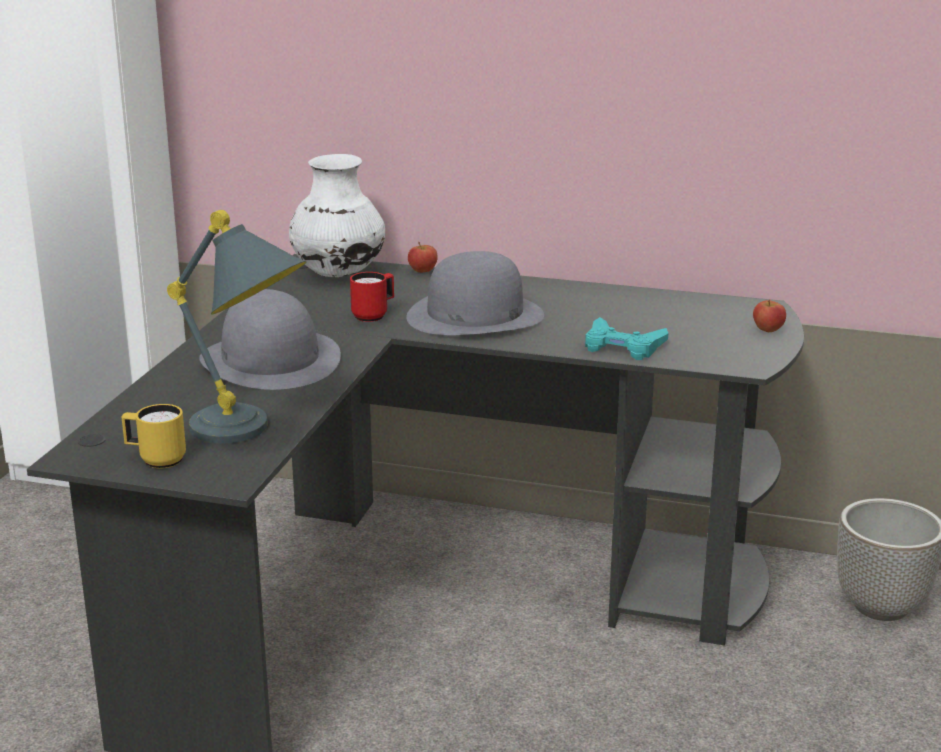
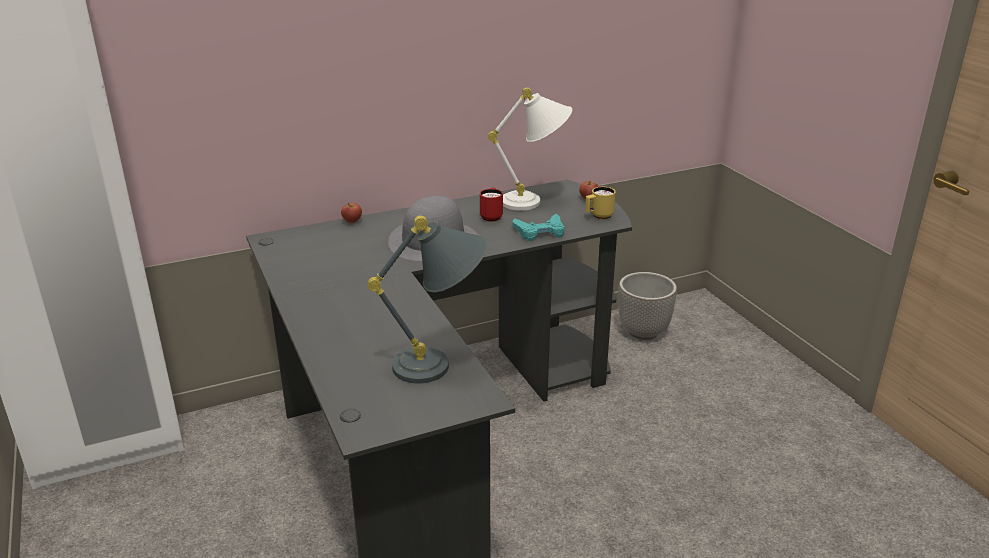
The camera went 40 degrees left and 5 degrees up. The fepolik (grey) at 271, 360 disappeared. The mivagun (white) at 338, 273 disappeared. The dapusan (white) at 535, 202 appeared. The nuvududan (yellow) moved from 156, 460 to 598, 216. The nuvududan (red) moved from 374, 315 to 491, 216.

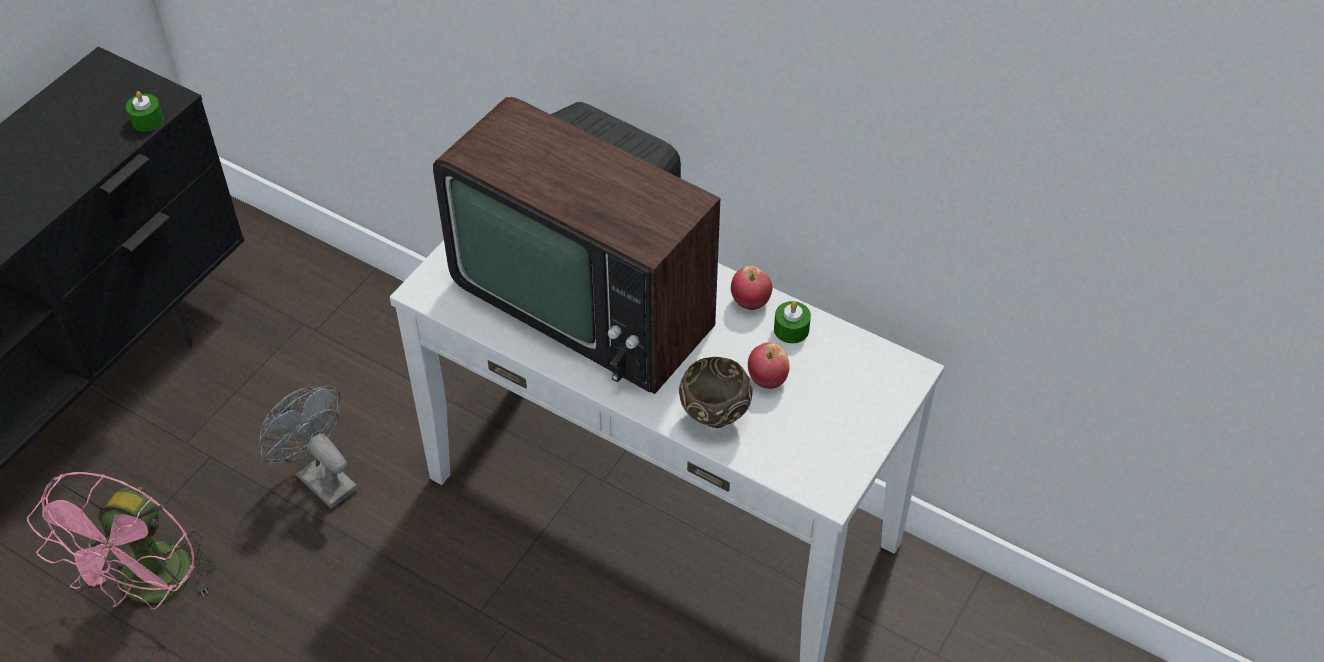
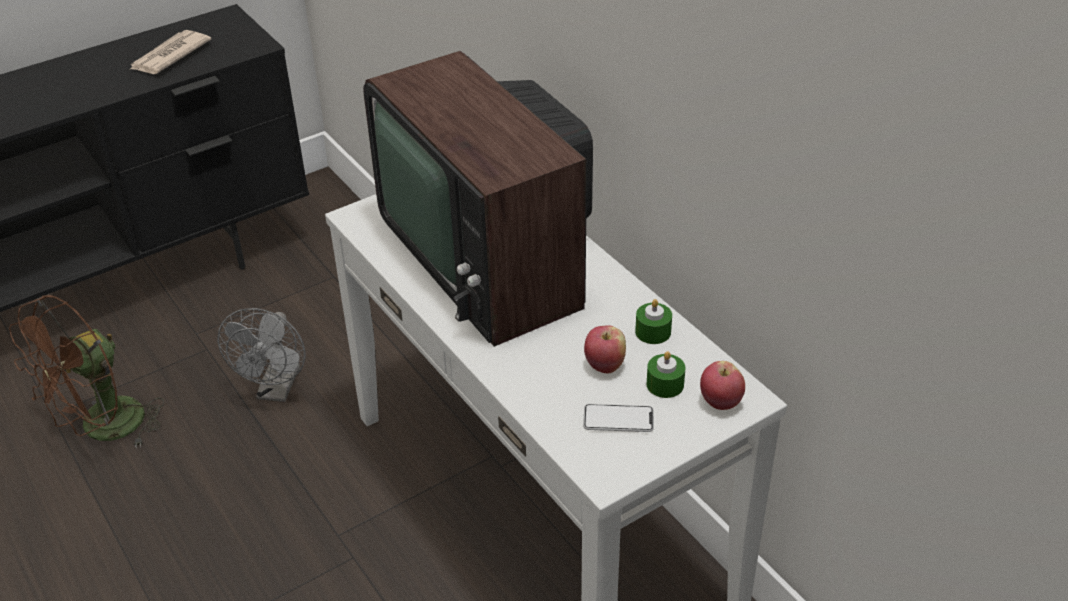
The camera went 25 degrees right and 10 degrees down. The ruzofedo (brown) at 713, 418 disappeared. The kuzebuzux at 169, 56 appeared. The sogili at 618, 419 appeared. The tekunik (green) moved from 147, 120 to 665, 384. The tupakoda moved from 750, 302 to 720, 402. The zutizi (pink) at 151, 589 became the zutizi (brown) at 103, 430. The zutizi (grey) at 319, 477 turned 150 degrees counterclockwise.

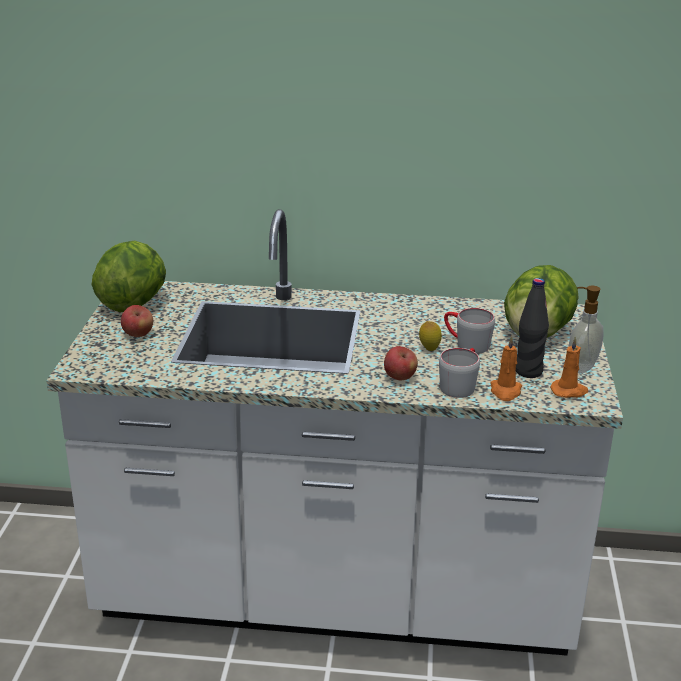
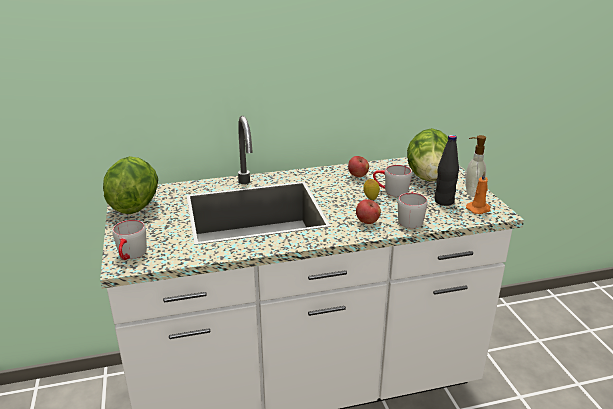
The camera went 20 degrees left and 0 degrees up. The tekunik (orange) at 505, 391 disappeared. The nuvududan (grey) at 131, 256 appeared. The tupakoda moved from 138, 335 to 358, 176.

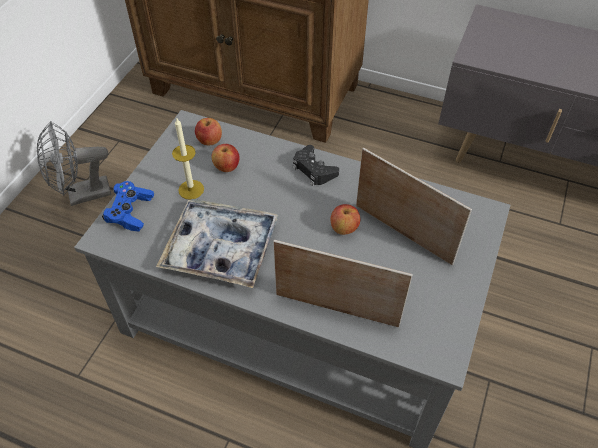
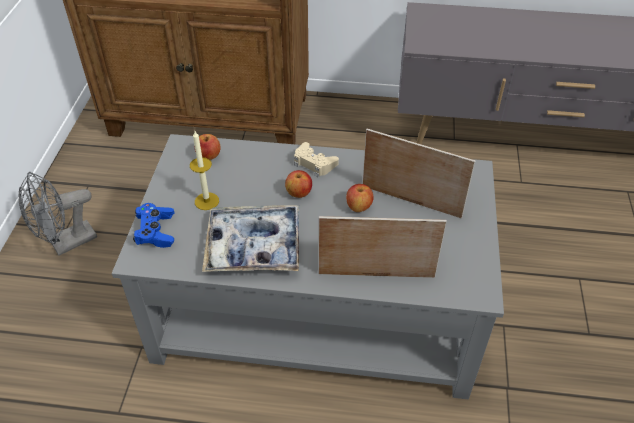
The camera went 15 degrees left and 5 degrees down. The tupakoda moved from 226, 167 to 299, 193. The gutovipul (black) at 313, 170 became the gutovipul (beige) at 314, 163.

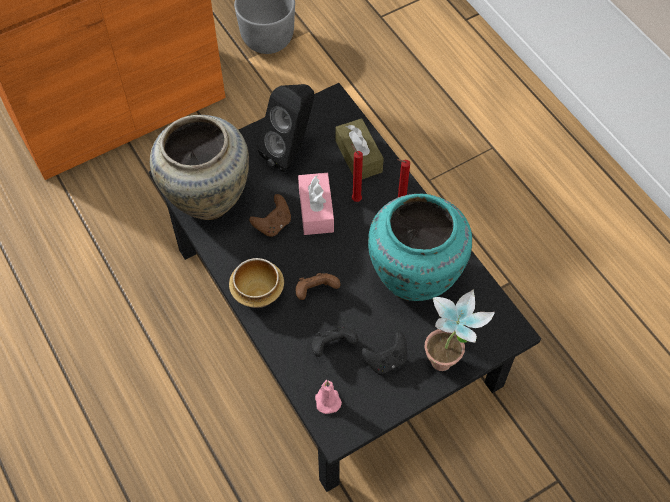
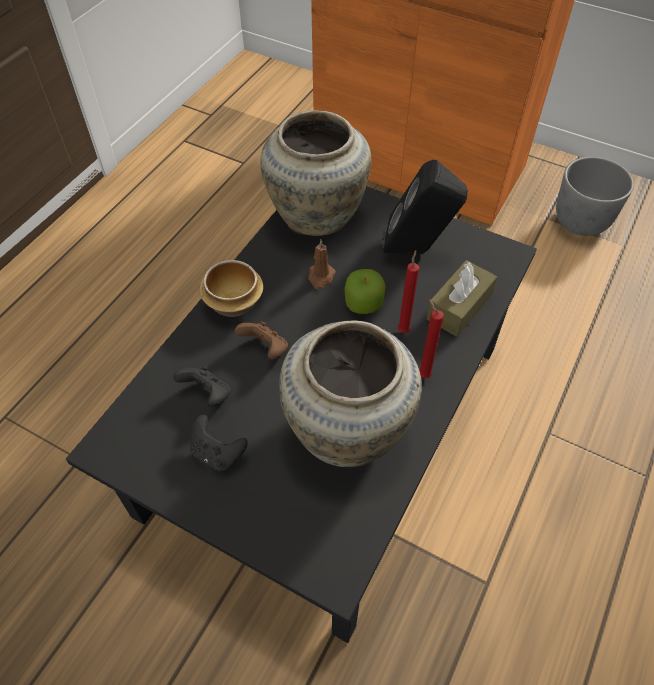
The camera went 60 degrees right and 5 degrees down. The tekunik (pink) at 327, 399 disappeared. The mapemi at 448, 357 disappeared. The gutovipul (brown) at 273, 224 was replaced by the tekunik (brown) at 321, 277. The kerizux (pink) at 316, 210 was replaced by the tupakoda at 363, 303. The mivagun (turquoise) at 415, 273 became the mivagun (beige) at 349, 430.

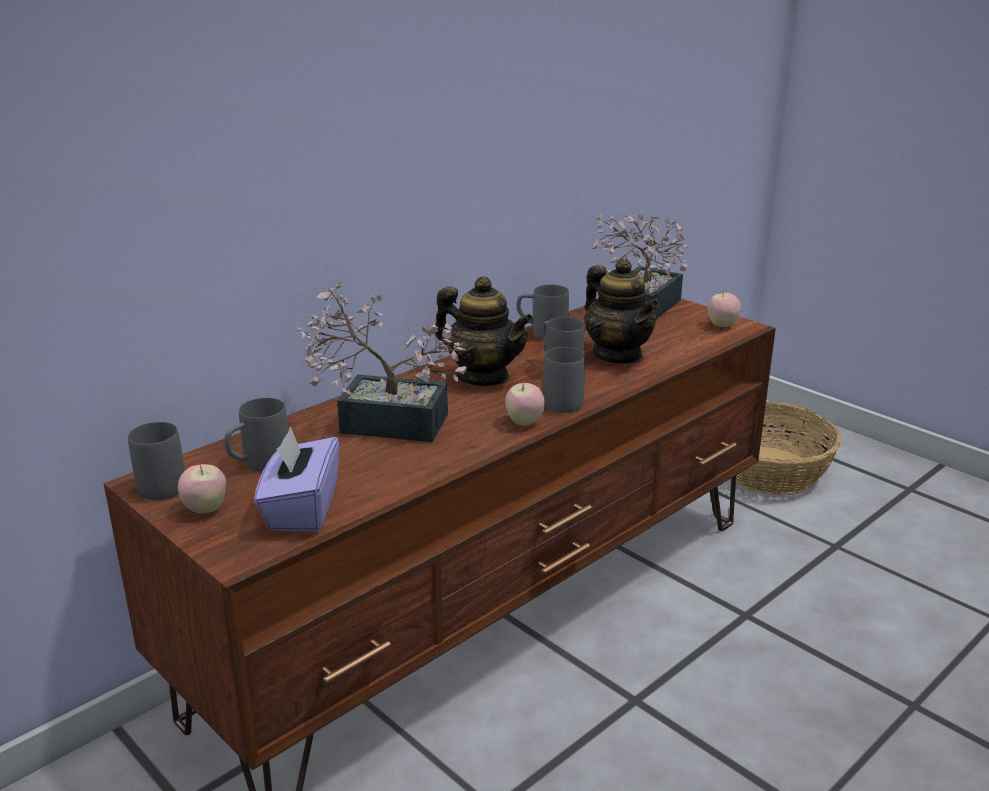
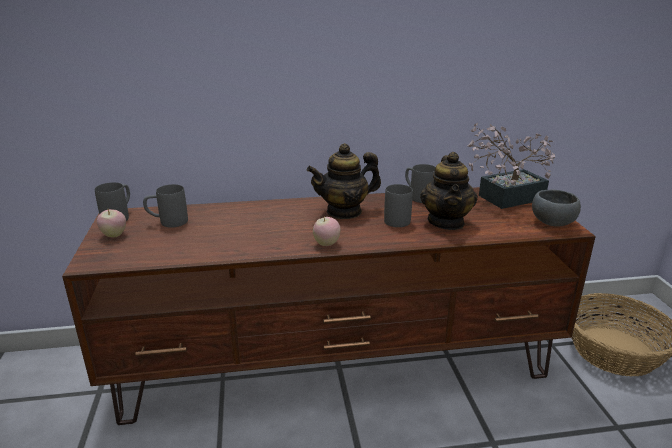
The camera went 35 degrees right and 0 degrees up. The kerizux (purple) at 301, 509 disappeared. The mapemi at 382, 421 disappeared. The nuvududan (grey) at 564, 399 disappeared. The tupakoda at 722, 325 was replaced by the ruzofedo (grey) at 552, 223. The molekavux at 483, 377 turned 90 degrees clockwise.

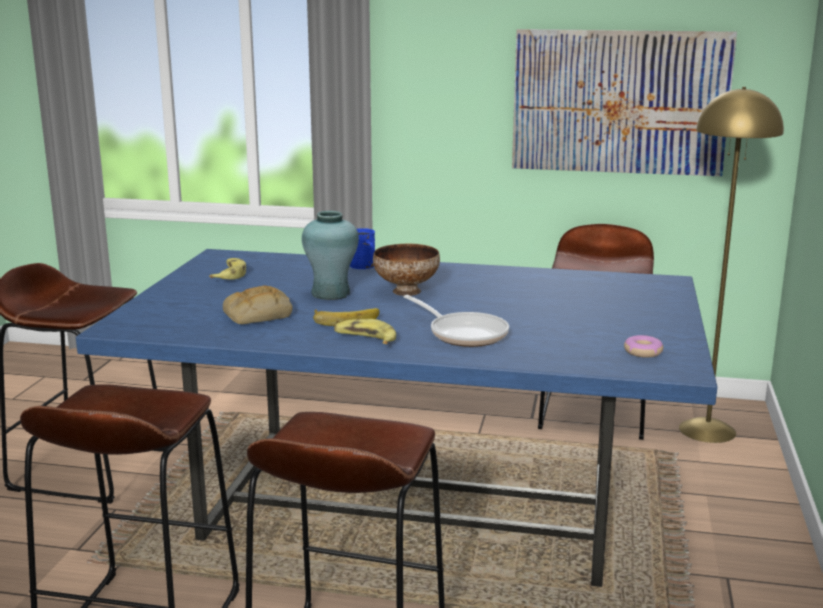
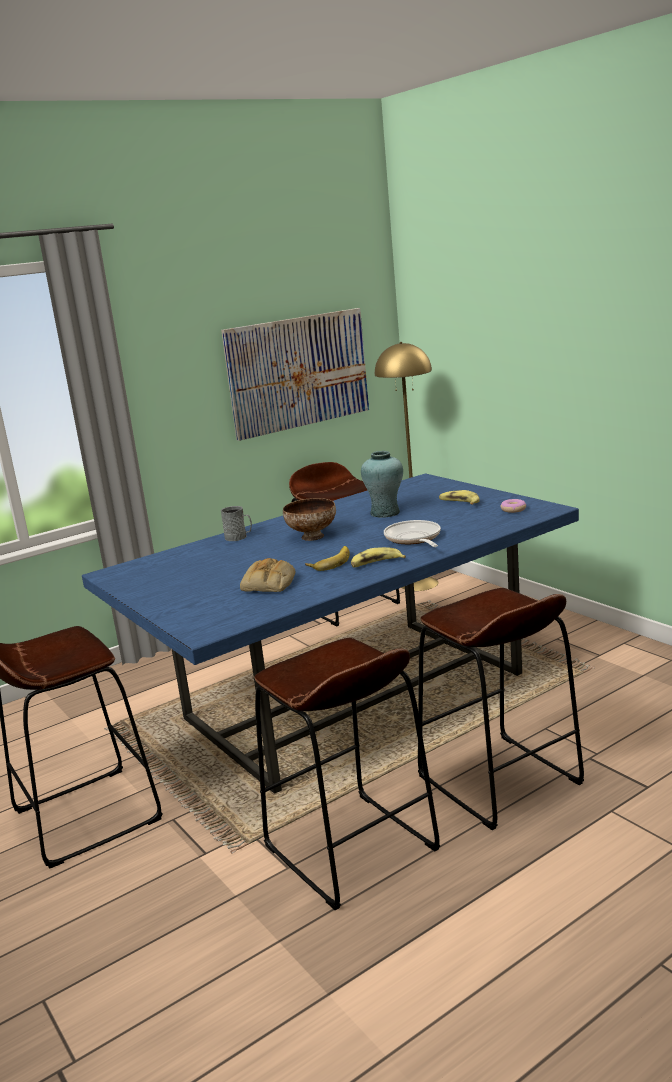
The camera went 45 degrees left and 0 degrees up. The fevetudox moved from 229, 275 to 459, 503. The mivagun (turquoise) moved from 331, 293 to 385, 513. The nuvududan (blue) at 364, 266 became the nuvududan (grey) at 239, 537. The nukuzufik at 464, 333 turned 105 degrees counterclockwise.

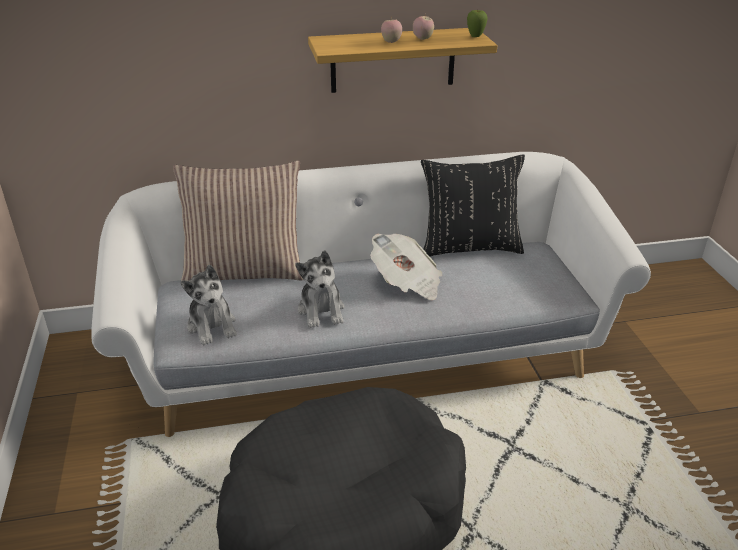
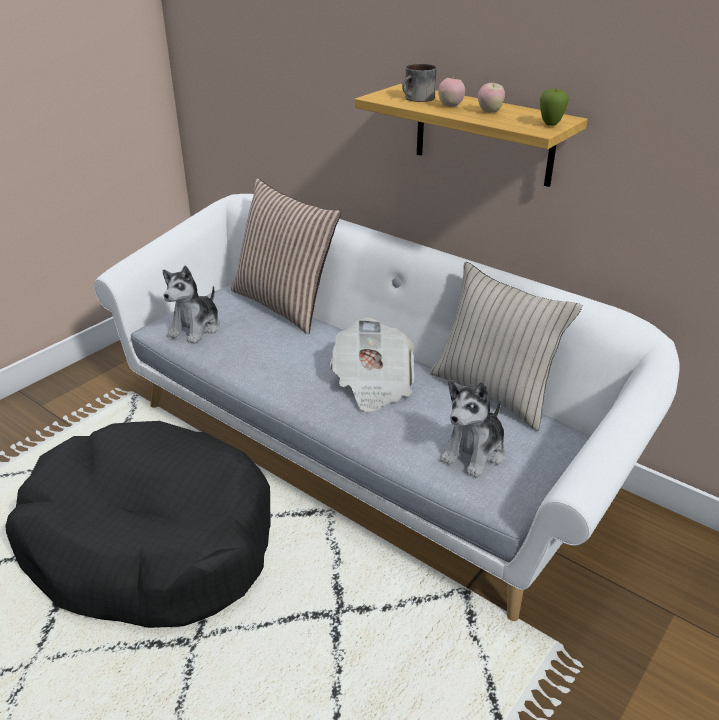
The camera went 50 degrees right and 0 degrees up. The nuvududan at 417, 99 appeared. The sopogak moved from 321, 310 to 474, 452. The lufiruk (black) at 469, 247 became the lufiruk (beige) at 494, 392.

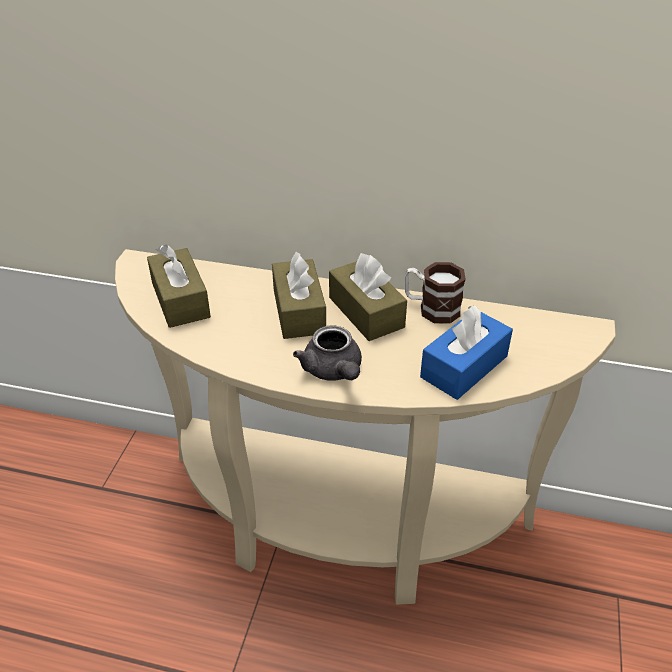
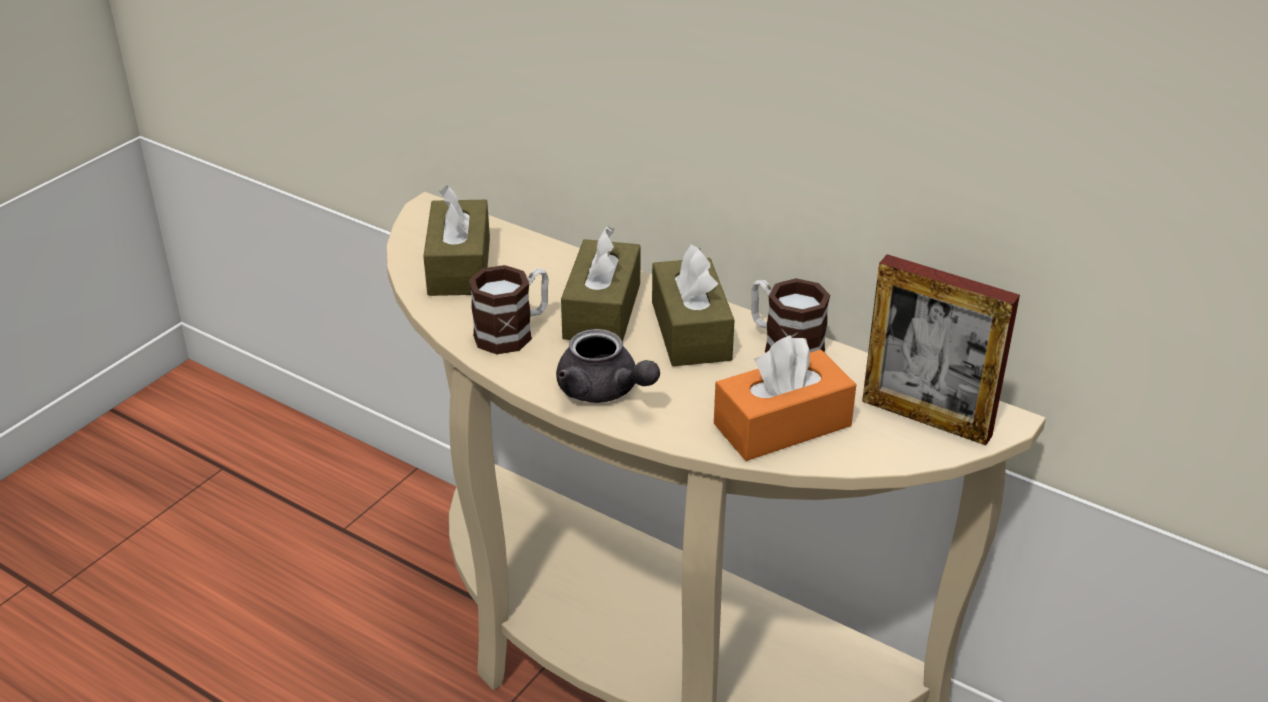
The camera went 20 degrees right and 5 degrees down. The nuvududan at 513, 332 appeared. The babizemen at 926, 418 appeared. The kerizux (blue) at 464, 366 became the kerizux (orange) at 782, 425. The molekavux (grey) at 333, 371 turned 45 degrees counterclockwise.

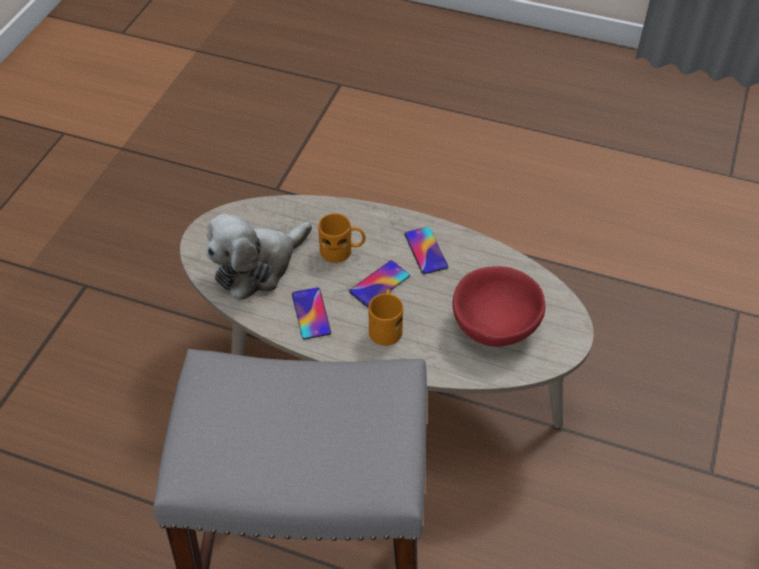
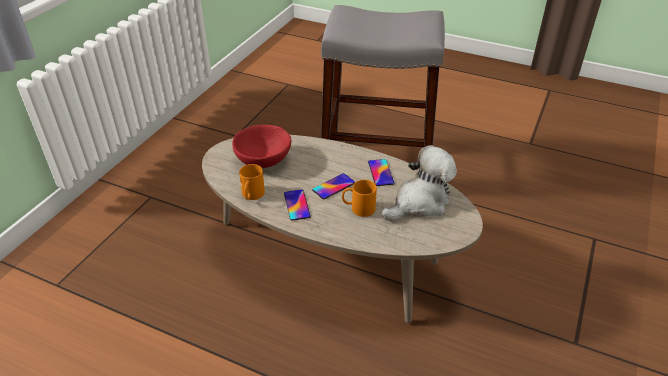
The camera went 175 degrees left and 10 degrees down. The nuvududan (orange) moved from 385, 326 to 252, 196.

